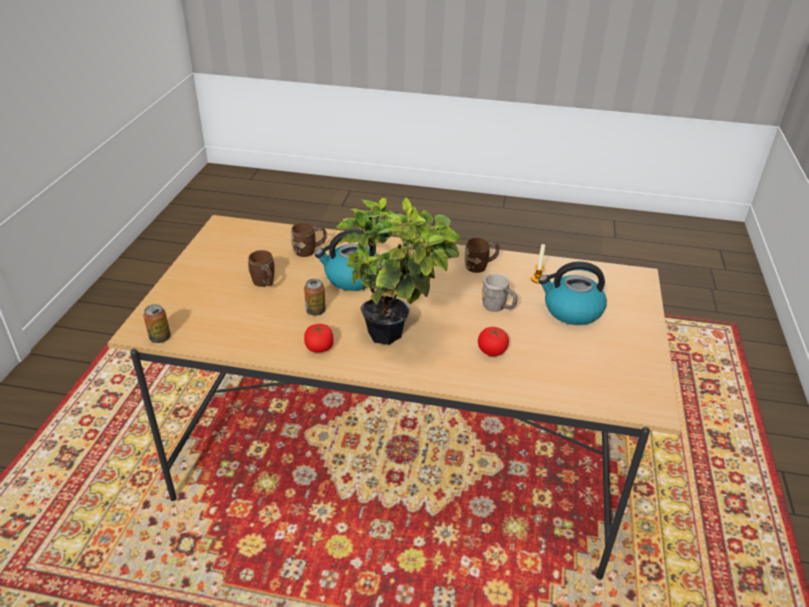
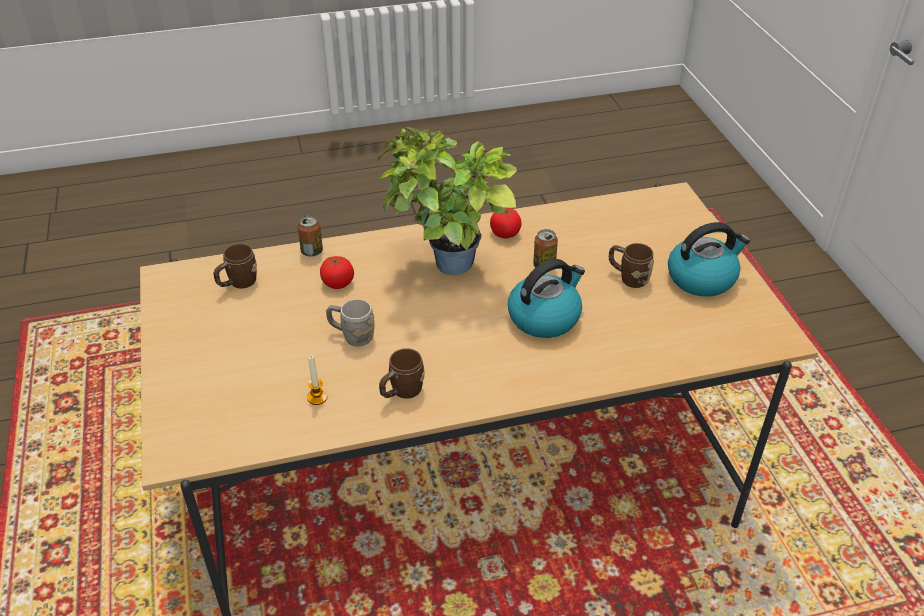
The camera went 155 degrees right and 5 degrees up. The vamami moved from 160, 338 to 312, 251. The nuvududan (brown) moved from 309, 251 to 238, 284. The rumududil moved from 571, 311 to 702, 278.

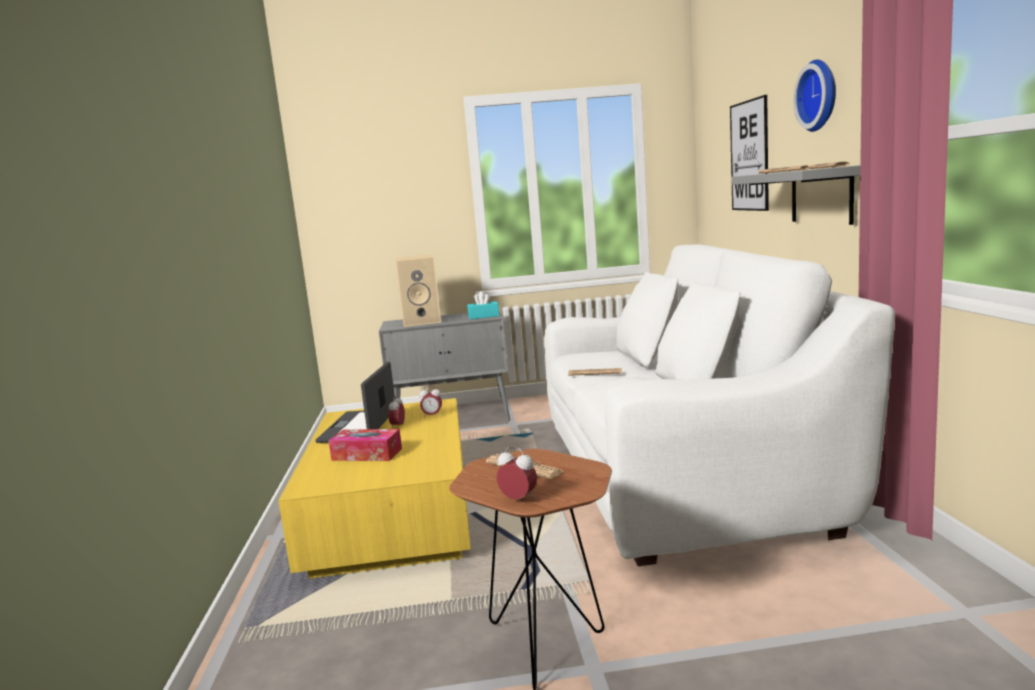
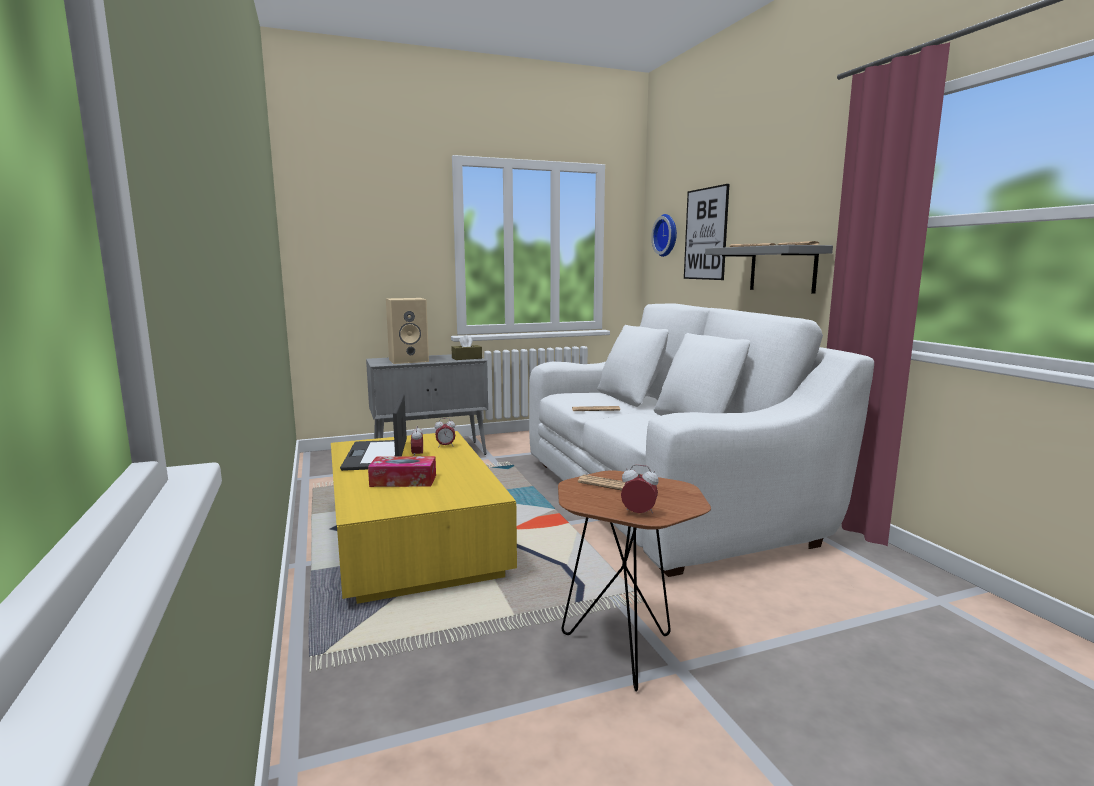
The camera went 15 degrees left and 0 degrees up. The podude moved from 820, 95 to 667, 235. The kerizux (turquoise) at 483, 316 became the kerizux (brown) at 466, 358.

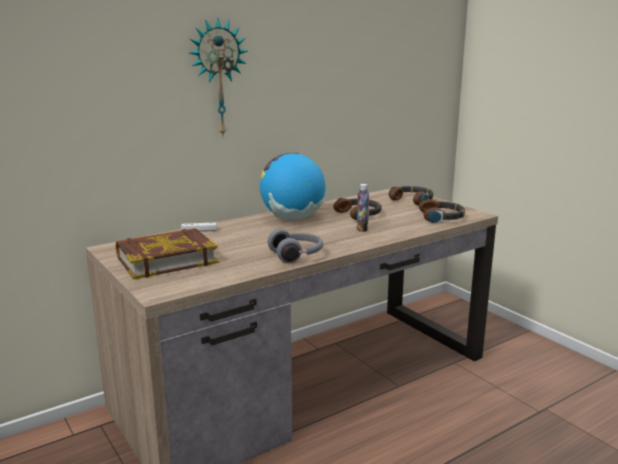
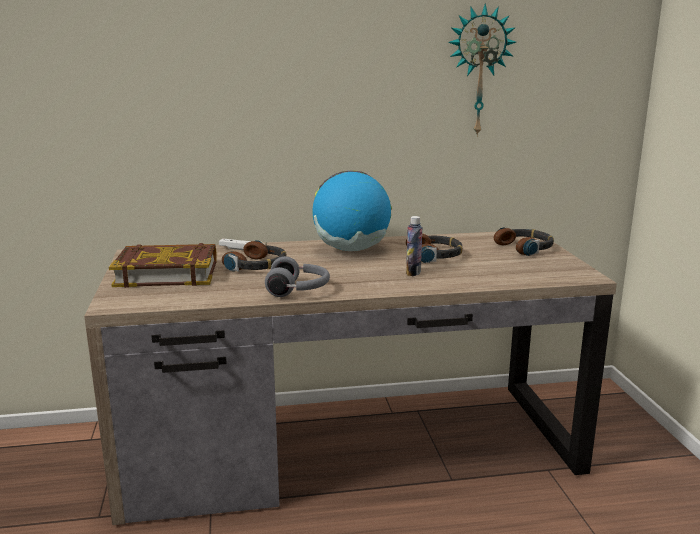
The camera went 25 degrees right and 0 degrees up. The podude moved from 218, 78 to 479, 71. The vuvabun moved from 442, 217 to 257, 266.

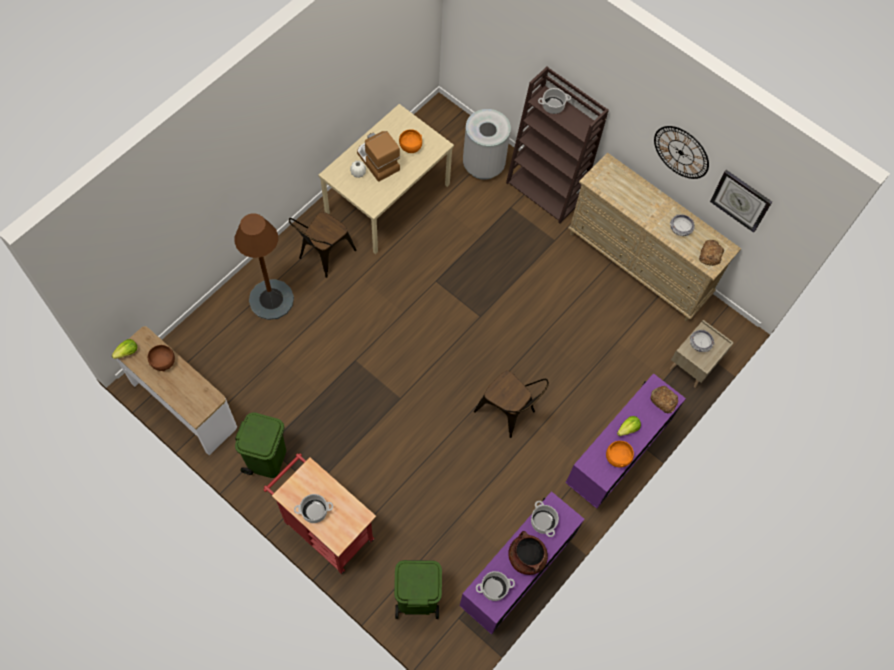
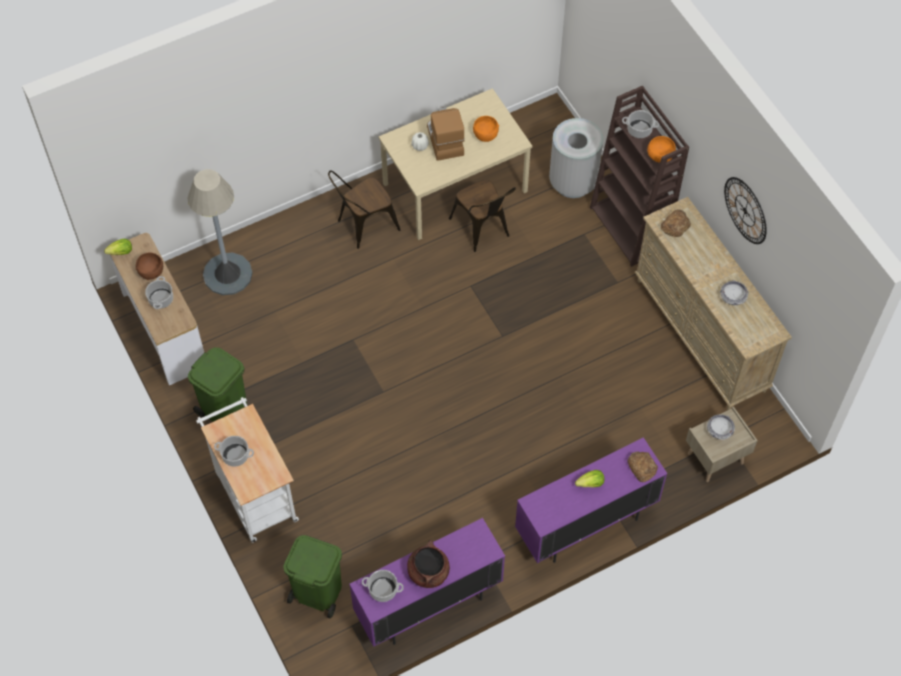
The camera went 25 degrees right and 5 degrees down. The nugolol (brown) at 271, 299 disappeared. The podude at 741, 200 disappeared. The nugolol (grey) at 227, 274 appeared. The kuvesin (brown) moved from 509, 413 to 482, 230. The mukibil moved from 543, 521 to 161, 299. The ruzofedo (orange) moved from 617, 457 to 660, 156. The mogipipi moved from 710, 254 to 675, 225. The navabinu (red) at 325, 528 became the navabinu (white) at 254, 493.

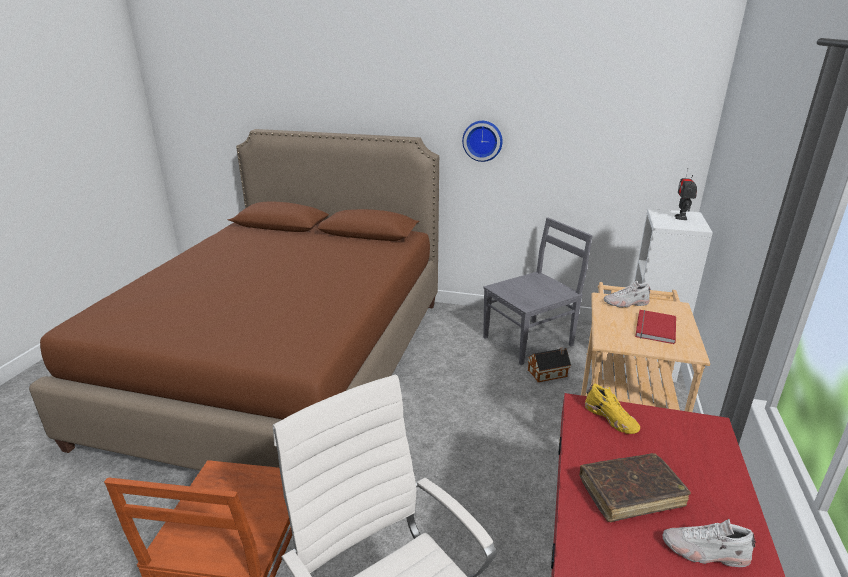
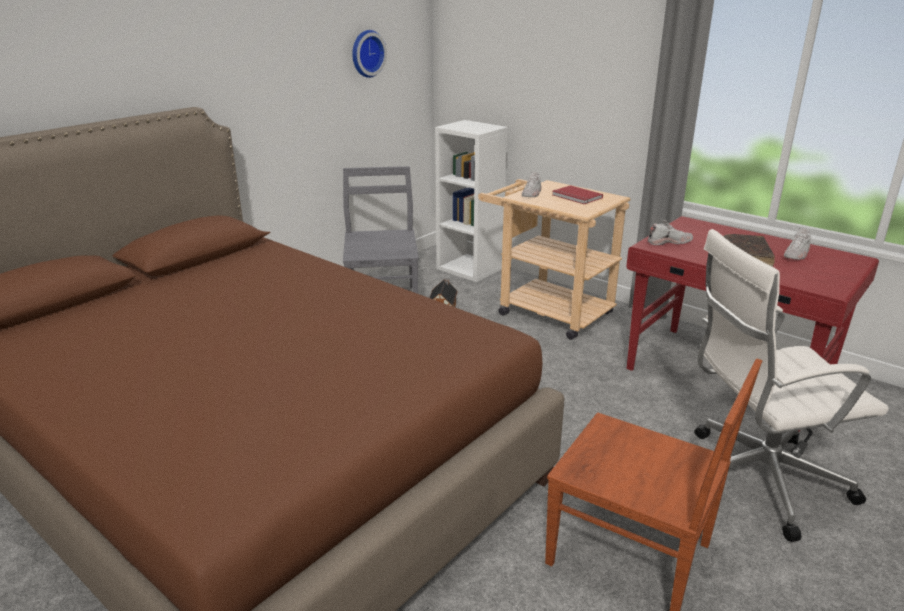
The camera went 65 degrees left and 0 degrees up. The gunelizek at 681, 217 disappeared. The podude moved from 482, 140 to 366, 53. The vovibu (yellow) at 611, 418 became the vovibu (white) at 669, 242.

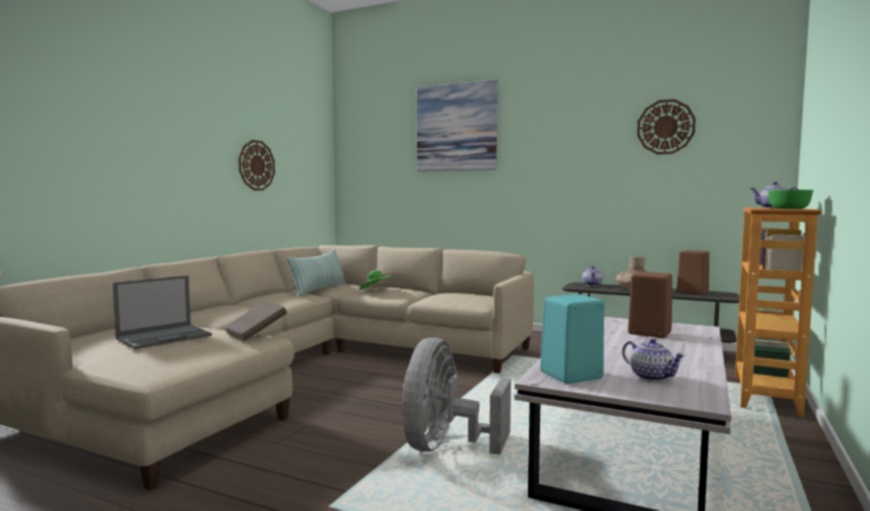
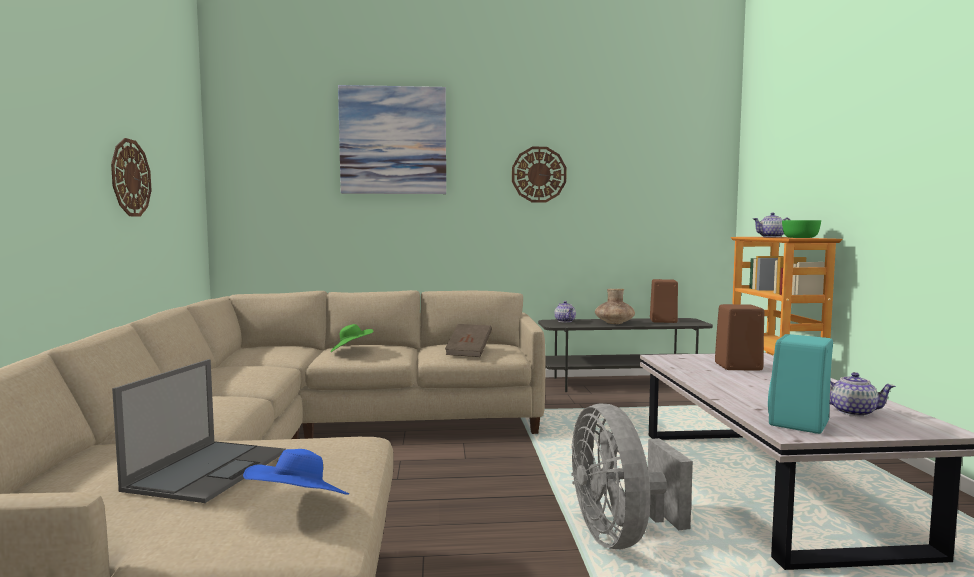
The camera went 30 degrees left and 0 degrees up. The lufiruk at 319, 290 disappeared. The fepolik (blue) at 299, 507 appeared. The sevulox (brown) moved from 256, 333 to 469, 352. The podude moved from 665, 127 to 539, 174.

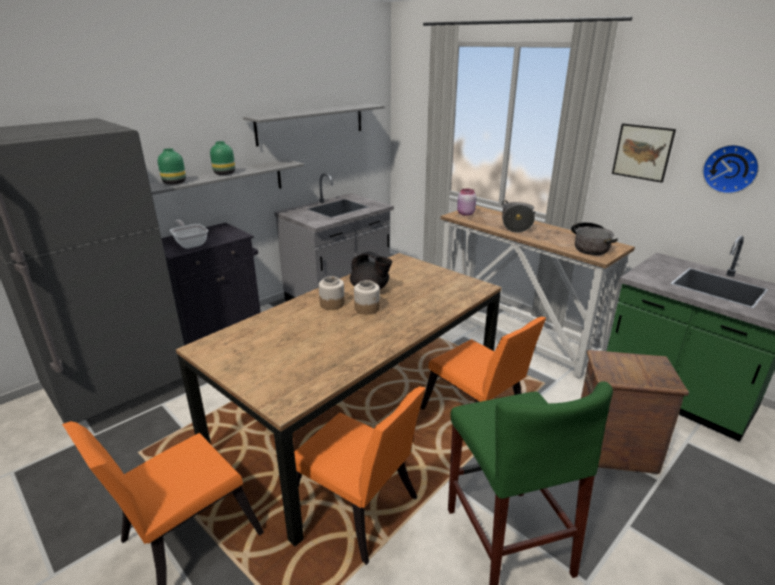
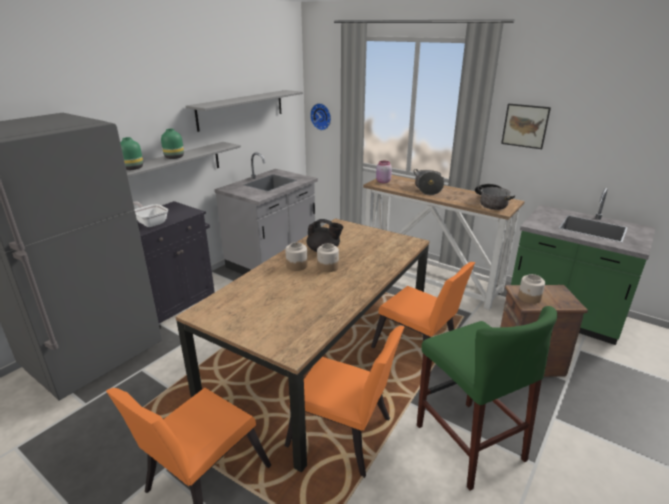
The camera went 10 degrees left and 0 degrees up. The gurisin at 529, 298 appeared. The podude moved from 731, 168 to 321, 116.

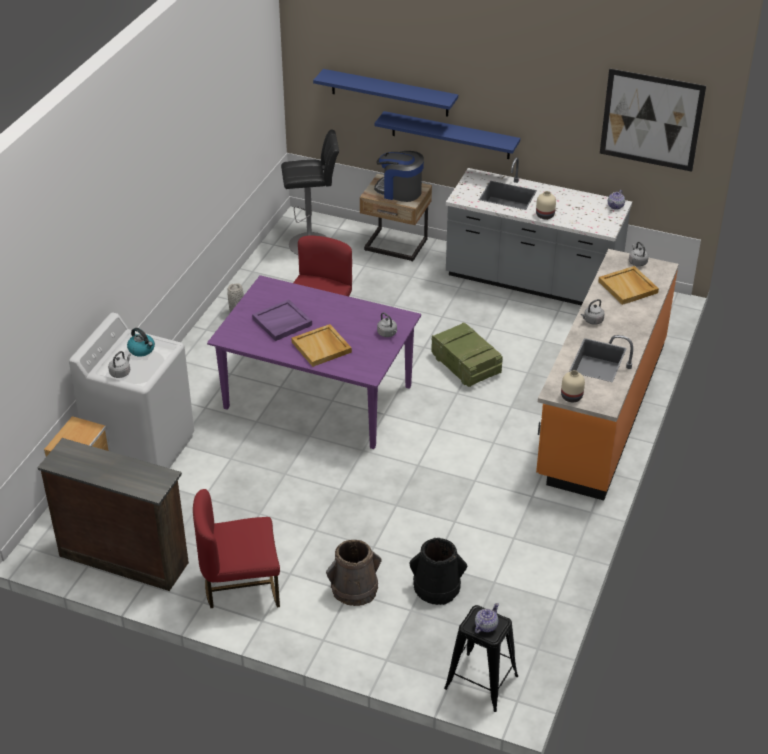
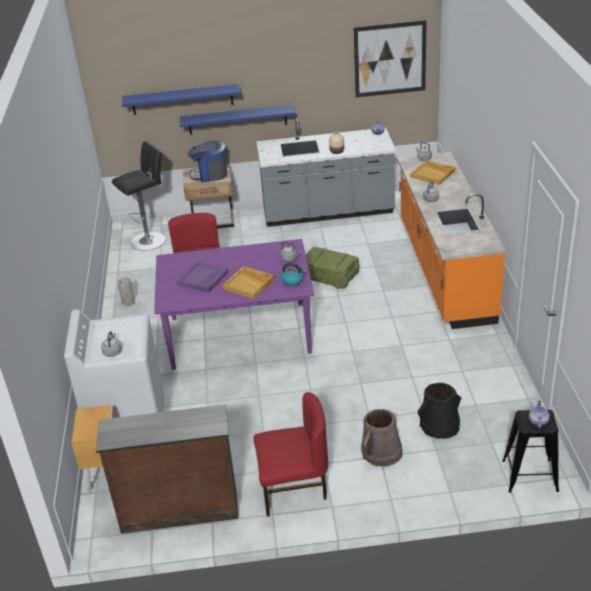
The camera went 25 degrees left and 5 degrees down. The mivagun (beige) at 572, 396 disappeared. The rumududil moved from 142, 350 to 293, 281. The kuvesin (red) at 241, 586 turned 150 degrees counterclockwise.

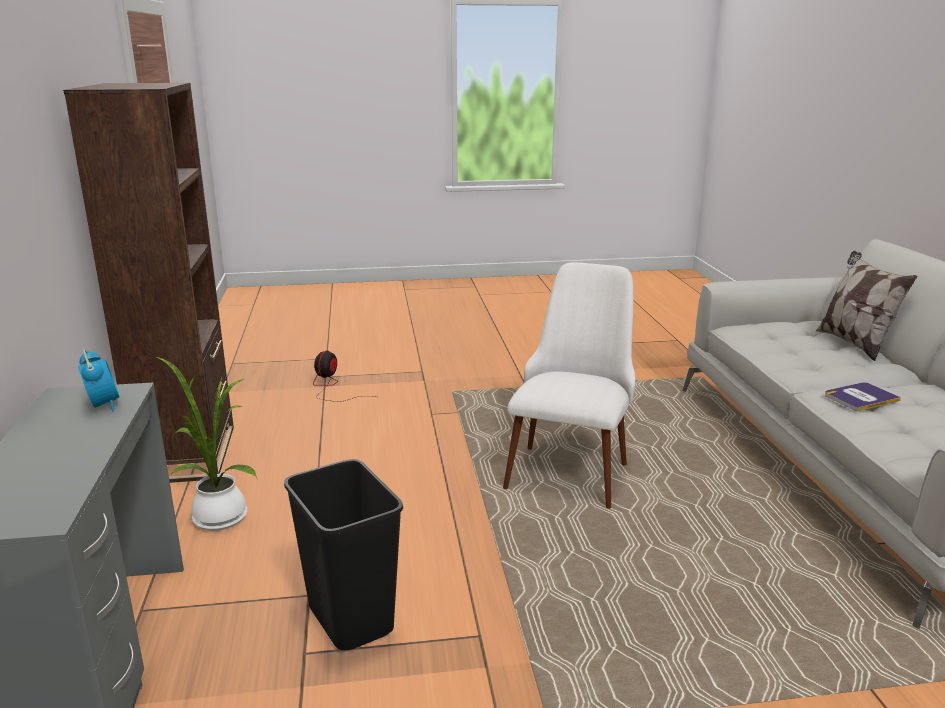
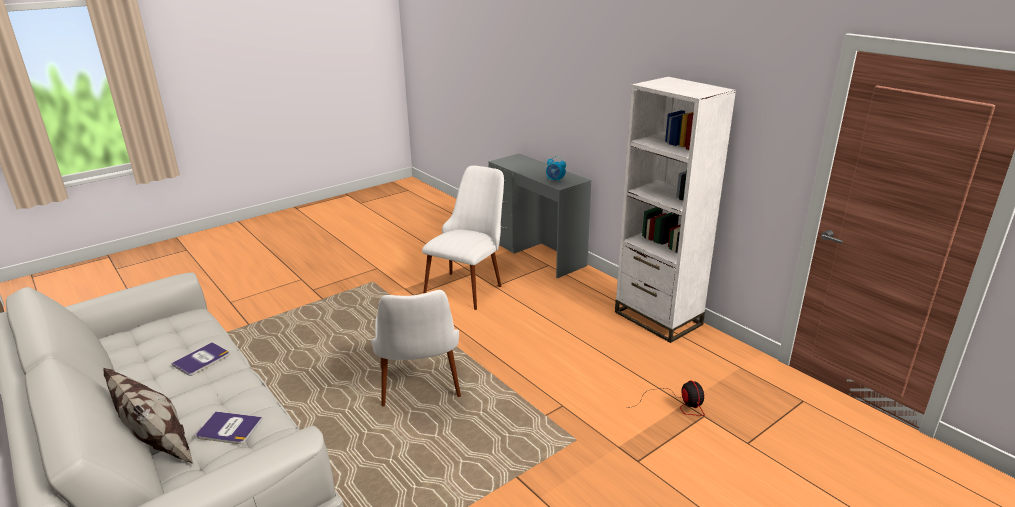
The camera went 150 degrees right and 5 degrees up. The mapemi at 217, 516 disappeared. The sevulox at 229, 428 appeared. The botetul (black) at 349, 619 was replaced by the kuvesin (white) at 469, 285. The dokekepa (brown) at 188, 454 became the dokekepa (white) at 658, 318.

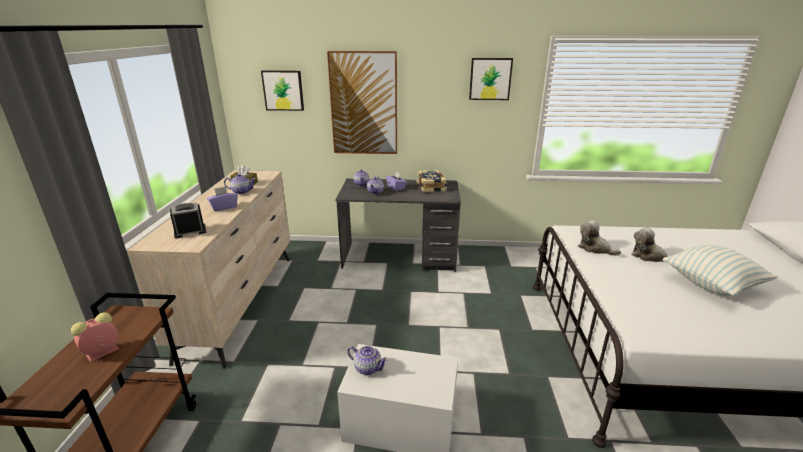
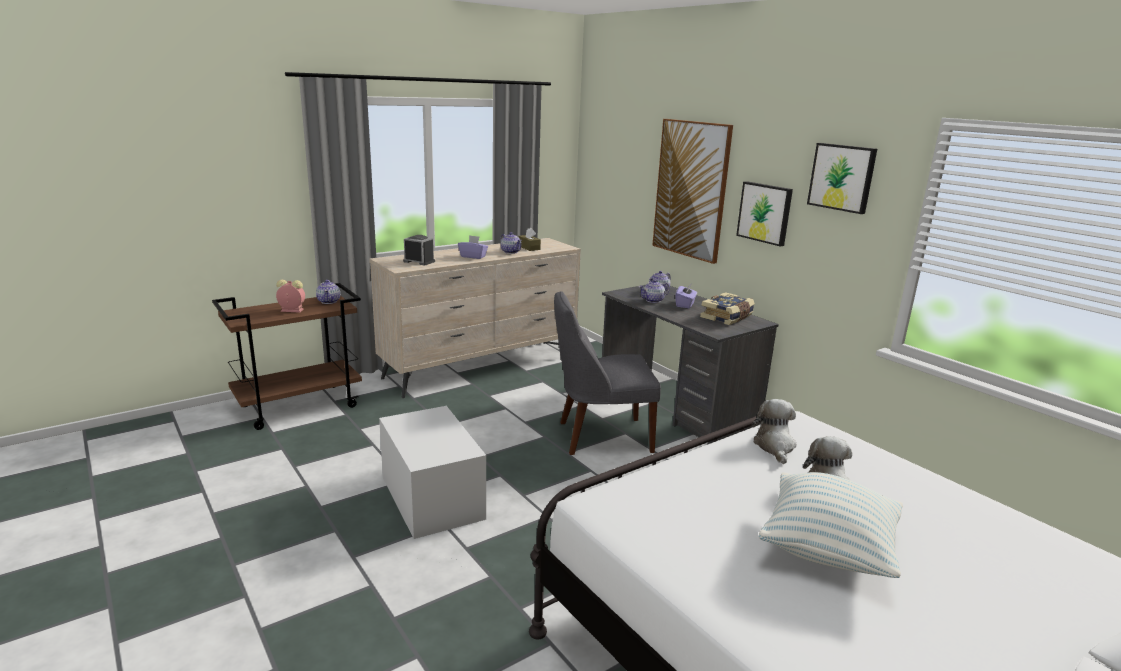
The camera went 50 degrees right and 5 degrees down. The kuvesin (grey) at 600, 436 appeared. The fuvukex moved from 283, 90 to 765, 213. The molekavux moved from 367, 368 to 329, 301.

